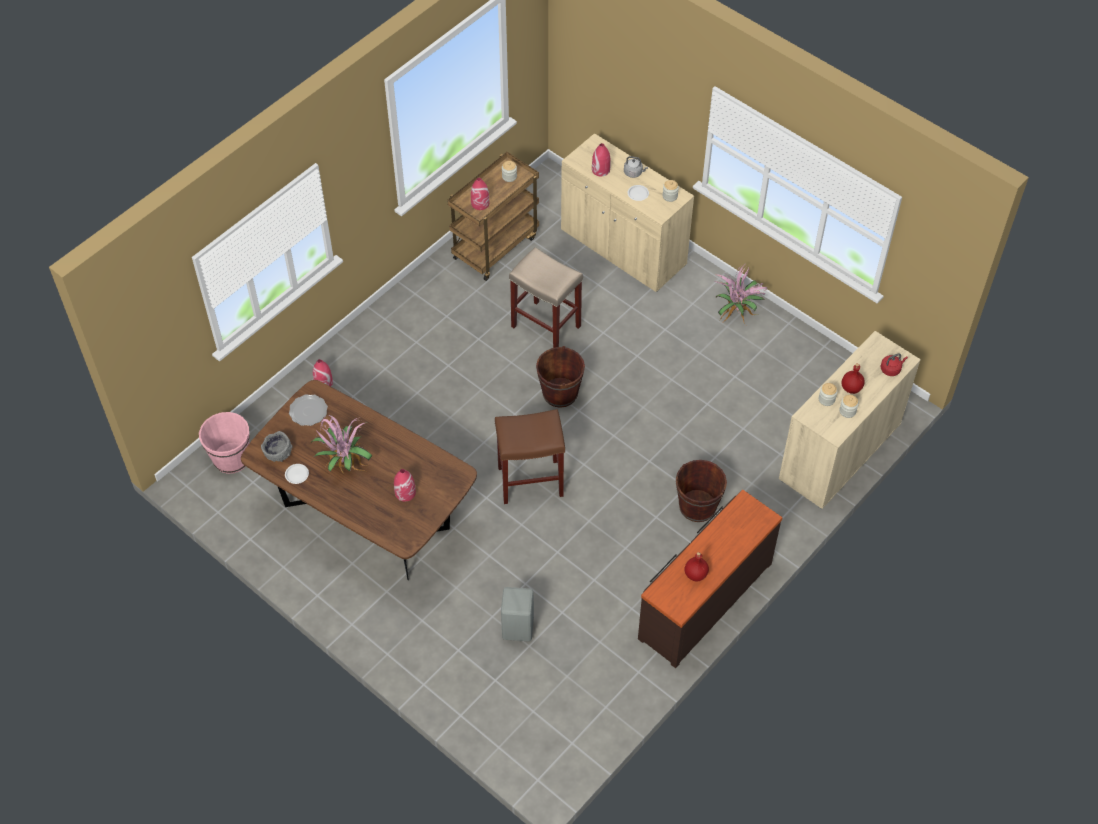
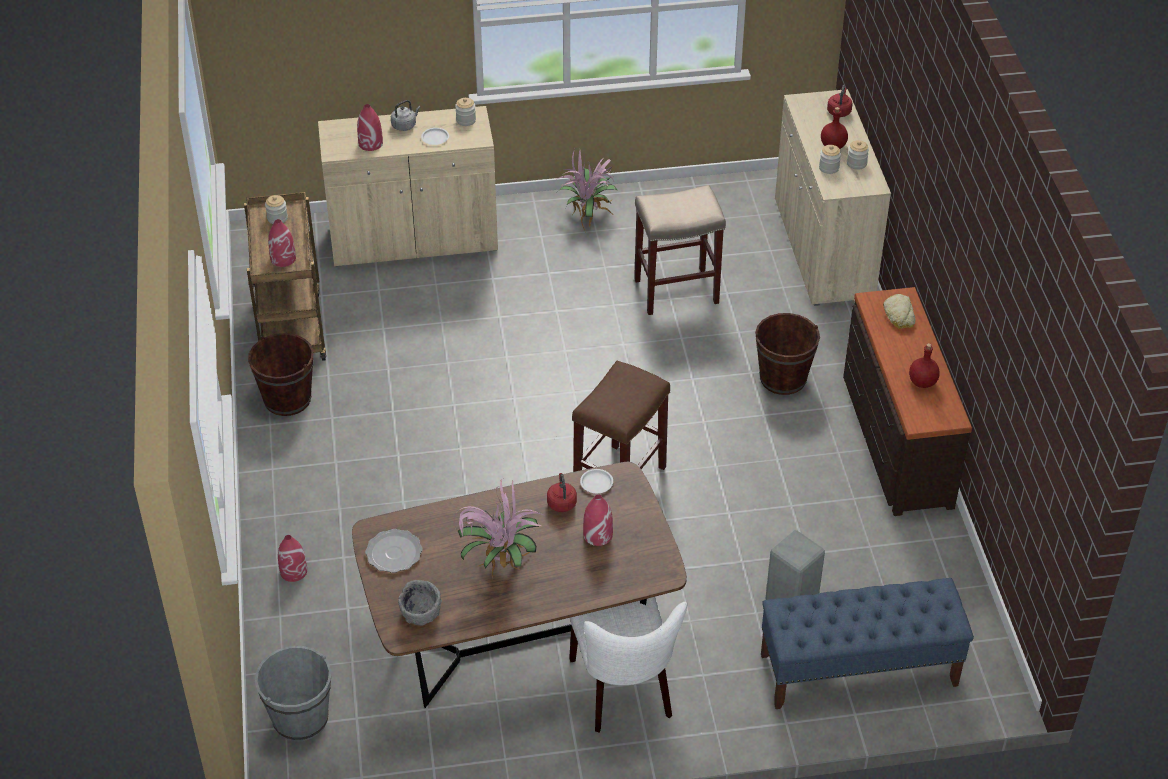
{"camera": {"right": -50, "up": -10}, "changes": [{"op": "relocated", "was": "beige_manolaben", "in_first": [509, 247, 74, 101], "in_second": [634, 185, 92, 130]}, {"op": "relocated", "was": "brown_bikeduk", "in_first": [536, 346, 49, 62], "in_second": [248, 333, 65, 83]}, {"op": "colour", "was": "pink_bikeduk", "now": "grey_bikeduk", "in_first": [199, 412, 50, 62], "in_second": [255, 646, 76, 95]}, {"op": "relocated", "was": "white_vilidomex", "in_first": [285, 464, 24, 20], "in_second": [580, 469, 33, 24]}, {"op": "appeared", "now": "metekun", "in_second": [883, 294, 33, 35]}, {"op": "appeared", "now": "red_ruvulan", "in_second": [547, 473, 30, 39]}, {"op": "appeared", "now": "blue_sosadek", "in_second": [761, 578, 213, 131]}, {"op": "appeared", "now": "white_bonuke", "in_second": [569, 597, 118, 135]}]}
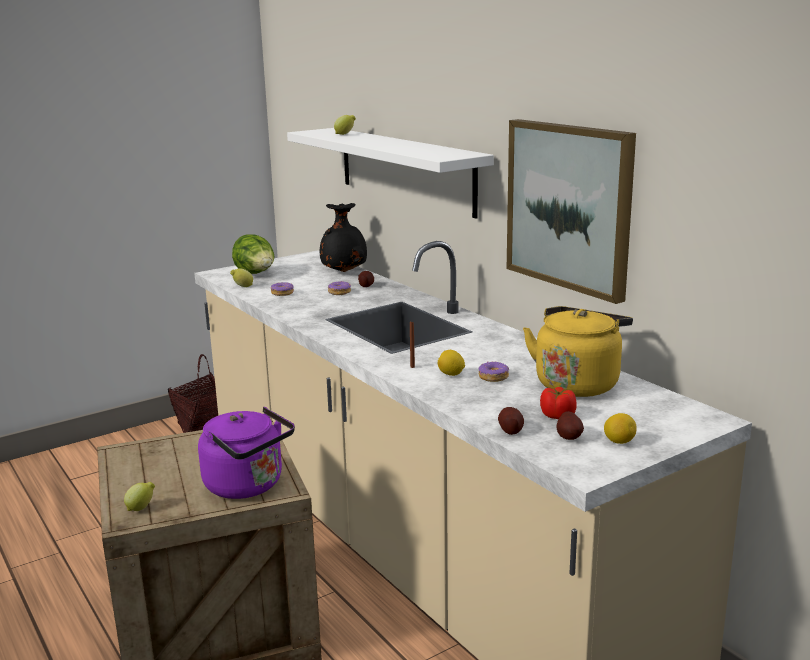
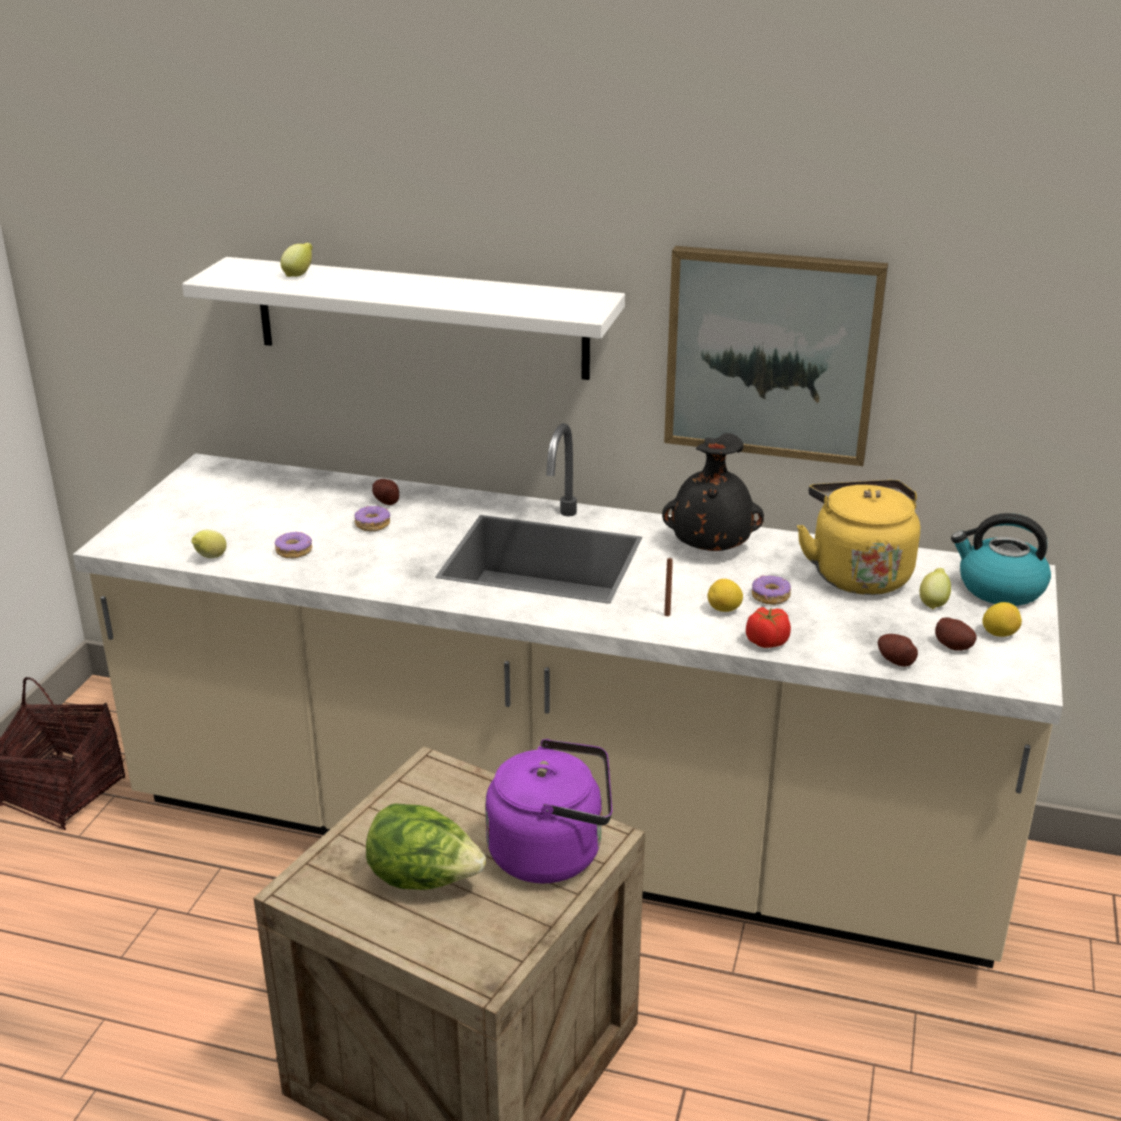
{"camera": {"right": -40, "up": 10}, "changes": [{"op": "relocated", "was": "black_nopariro", "in_first": [320, 203, 47, 69], "in_second": [662, 433, 102, 118]}, {"op": "relocated", "was": "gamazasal", "in_first": [232, 234, 43, 40], "in_second": [366, 803, 120, 87]}, {"op": "relocated", "was": "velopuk", "in_first": [540, 387, 37, 32], "in_second": [746, 607, 45, 41]}, {"op": "relocated", "was": "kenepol", "in_first": [124, 482, 31, 29], "in_second": [920, 568, 31, 41]}, {"op": "appeared", "now": "ruvulan", "in_second": [951, 513, 100, 93]}]}
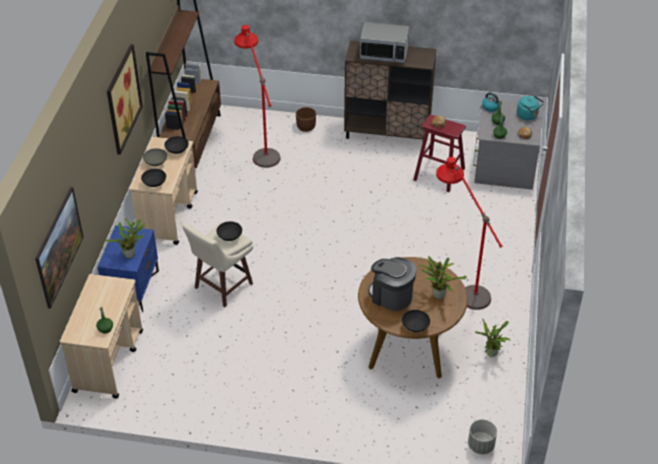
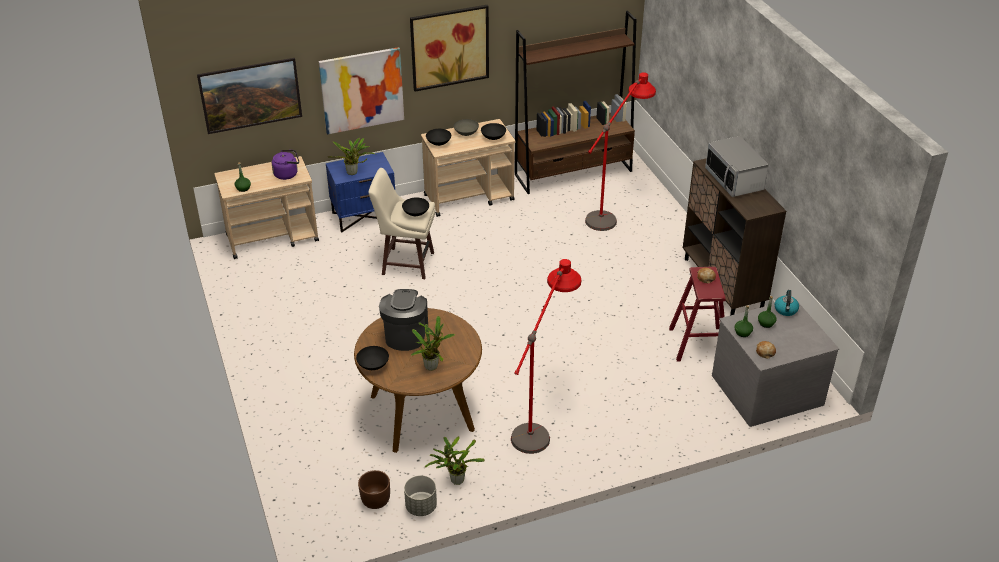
{"camera": {"right": 60, "up": -5}, "changes": [{"op": "missing", "was": "turquoise_ruvulan", "in_first": [517, 96, 27, 24]}, {"op": "relocated", "was": "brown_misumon", "in_first": [296, 107, 20, 25], "in_second": [358, 470, 32, 39]}, {"op": "relocated", "was": "grey_misumon", "in_first": [468, 419, 29, 35], "in_second": [404, 475, 33, 41]}, {"op": "appeared", "now": "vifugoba", "in_second": [319, 47, 85, 87]}, {"op": "appeared", "now": "purple_ruvulan", "in_second": [272, 150, 27, 30]}]}
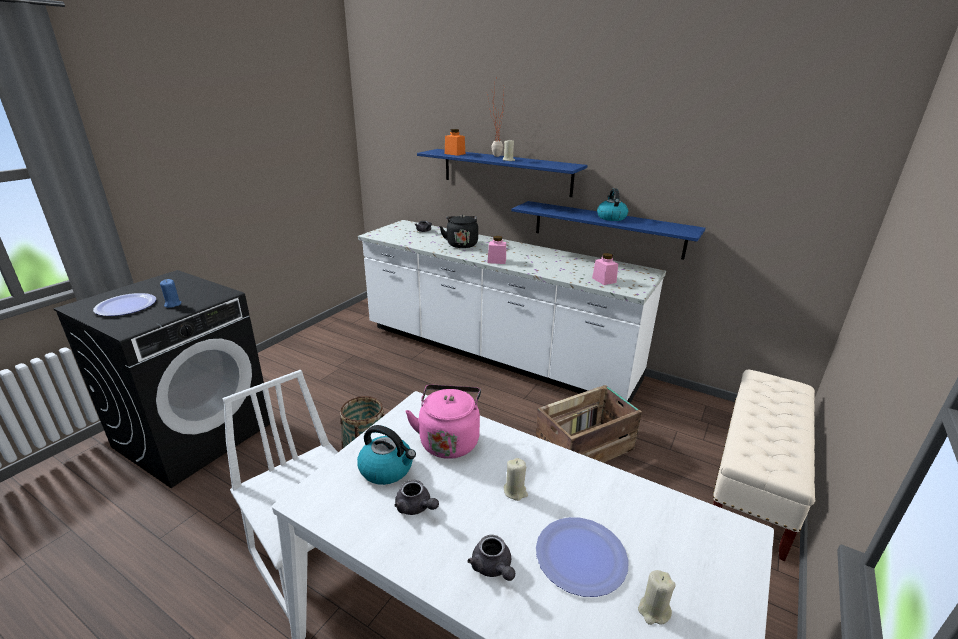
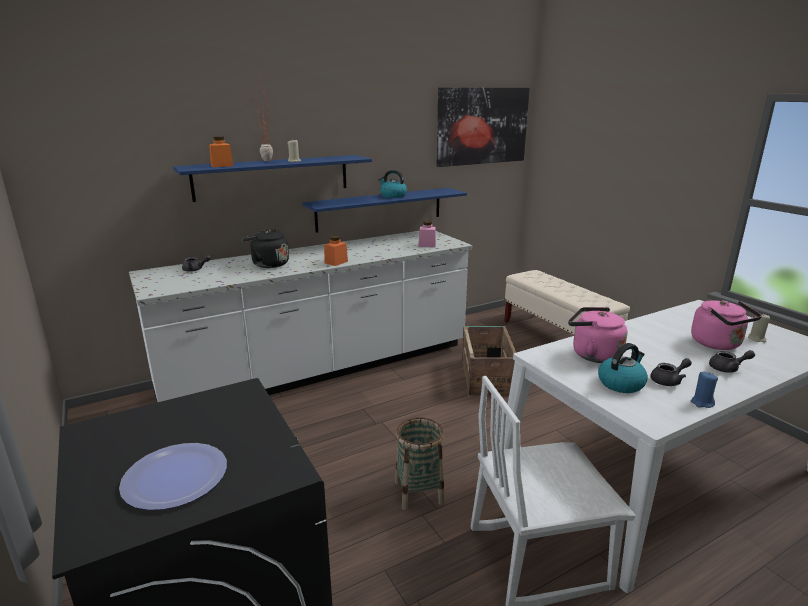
{"camera": {"right": -60, "up": -5}, "changes": [{"op": "colour", "was": "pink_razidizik", "now": "orange_razidizik", "in_first": [487, 236, 19, 28], "in_second": [324, 236, 24, 30]}, {"op": "relocated", "was": "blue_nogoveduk", "in_first": [160, 279, 21, 29], "in_second": [691, 372, 27, 36]}, {"op": "missing", "was": "beige_nogoveduk", "in_first": [504, 458, 24, 43]}, {"op": "exchanged", "was": "vilidomex", "now": "pink_ruvulan", "in_first": [536, 517, 93, 80], "in_second": [691, 300, 71, 50]}, {"op": "appeared", "now": "vifugoba", "in_second": [437, 88, 93, 79]}]}
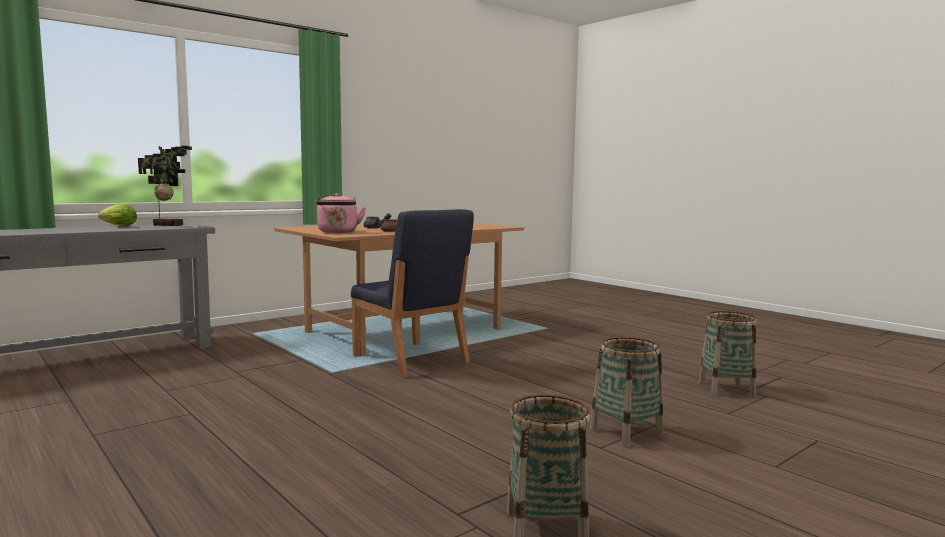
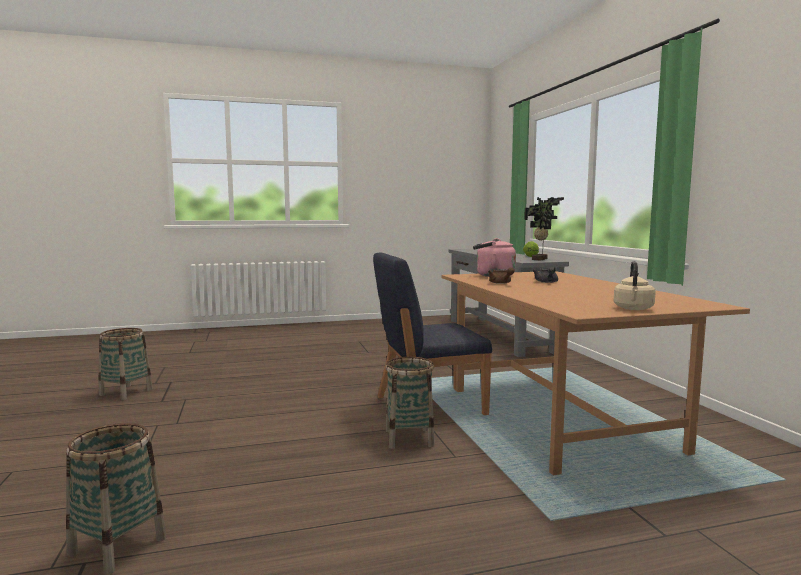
{"camera": {"right": 115, "up": 0}, "changes": [{"op": "relocated", "was": "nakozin", "in_first": [590, 337, 73, 110], "in_second": [385, 357, 50, 92]}, {"op": "appeared", "now": "beige_ruvulan", "in_second": [614, 261, 42, 49]}]}
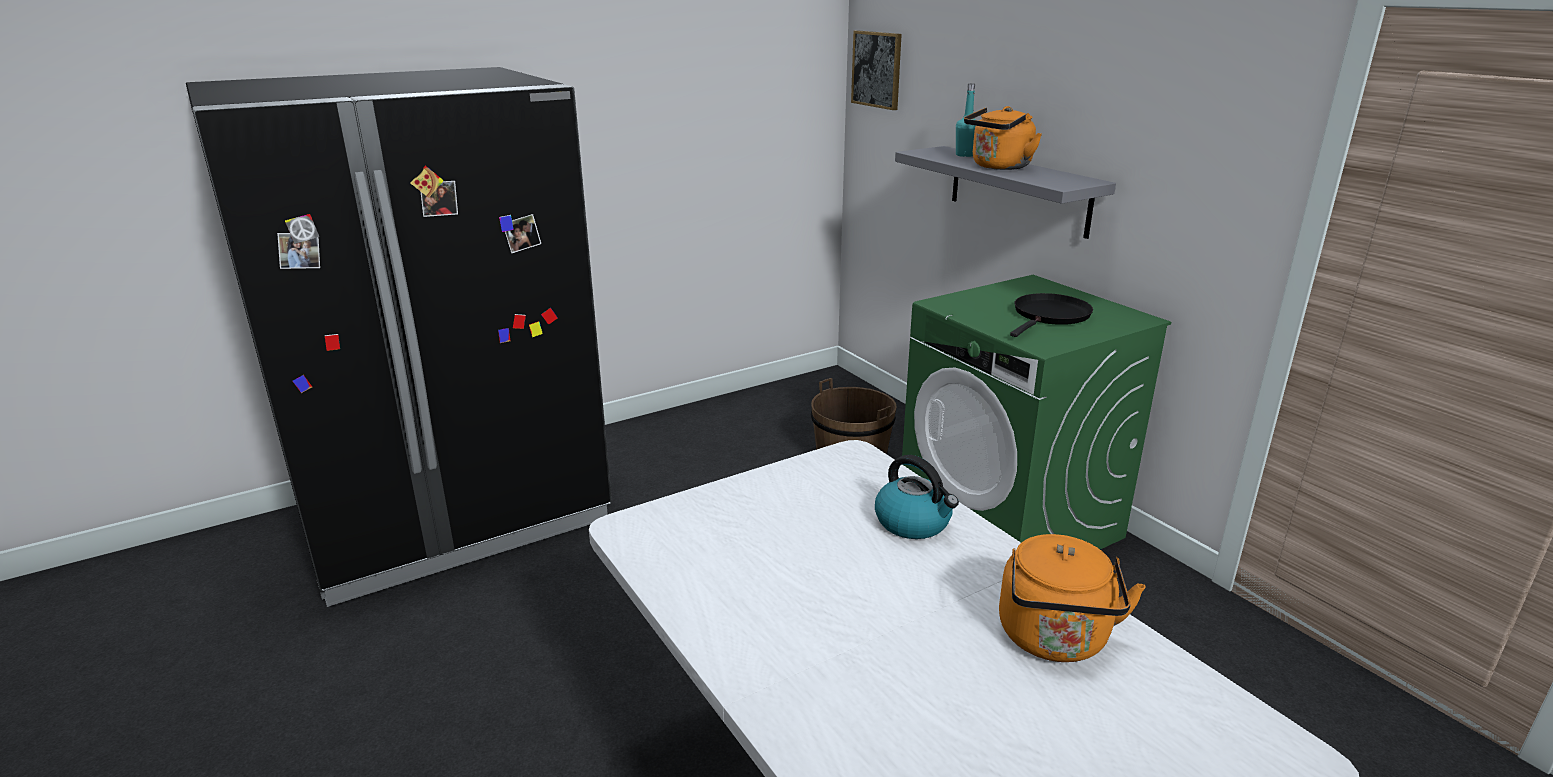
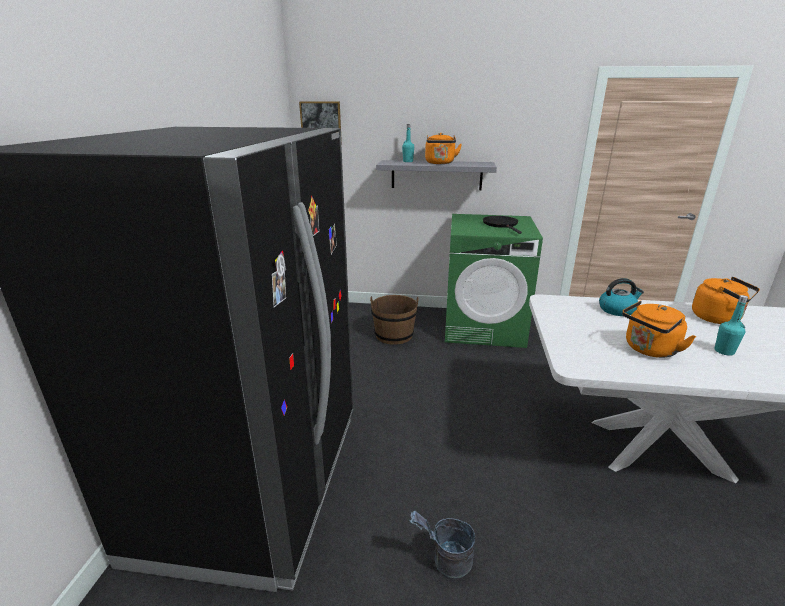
{"camera": {"right": -50, "up": 0}, "changes": [{"op": "appeared", "now": "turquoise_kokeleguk", "in_second": [714, 295, 34, 61]}, {"op": "appeared", "now": "orange_ruvulan", "in_second": [622, 300, 74, 58]}, {"op": "appeared", "now": "grey_bikeduk", "in_second": [409, 511, 66, 67]}]}
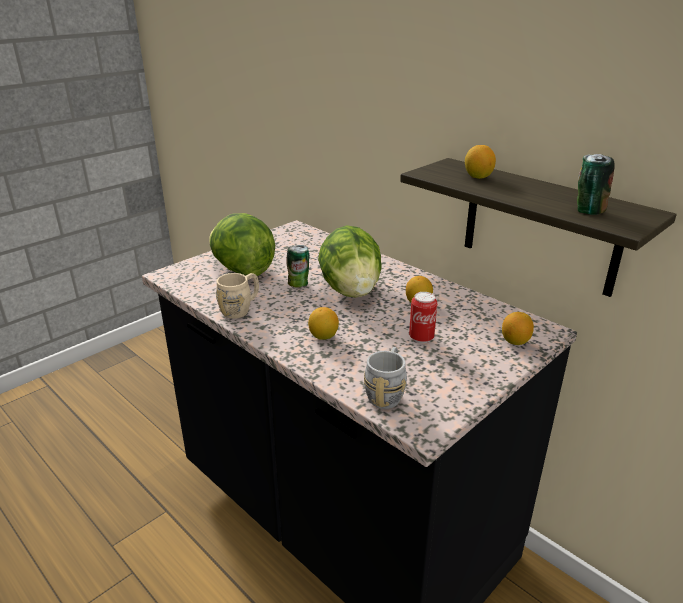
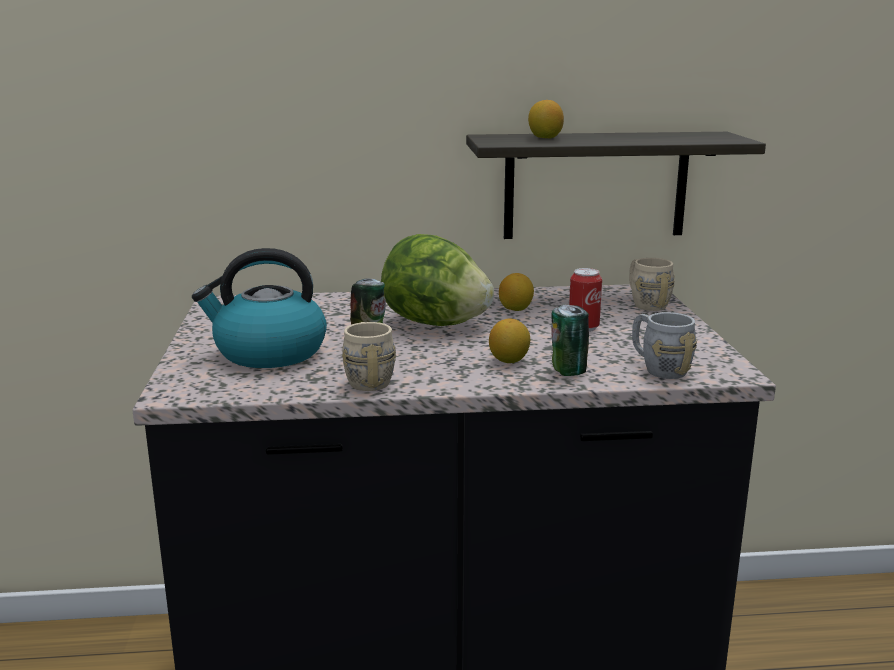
{"camera": {"right": -50, "up": -10}, "changes": [{"op": "relocated", "was": "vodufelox", "in_first": [577, 154, 38, 61], "in_second": [551, 305, 38, 71]}, {"op": "exchanged", "was": "gamazasal", "now": "ruvulan", "in_first": [209, 213, 66, 63], "in_second": [192, 248, 135, 120]}, {"op": "exchanged", "was": "kenepol", "now": "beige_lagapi", "in_first": [502, 312, 32, 33], "in_second": [629, 258, 46, 53]}]}
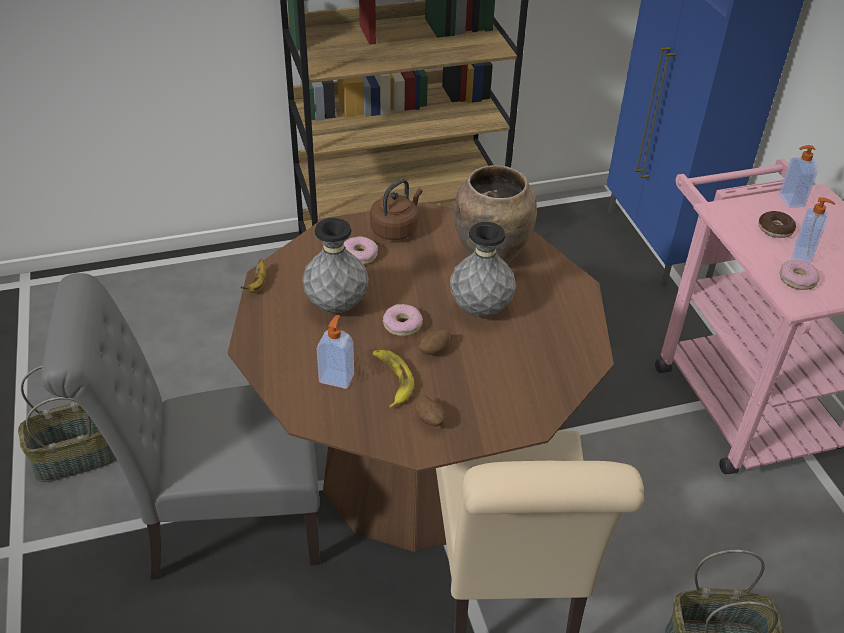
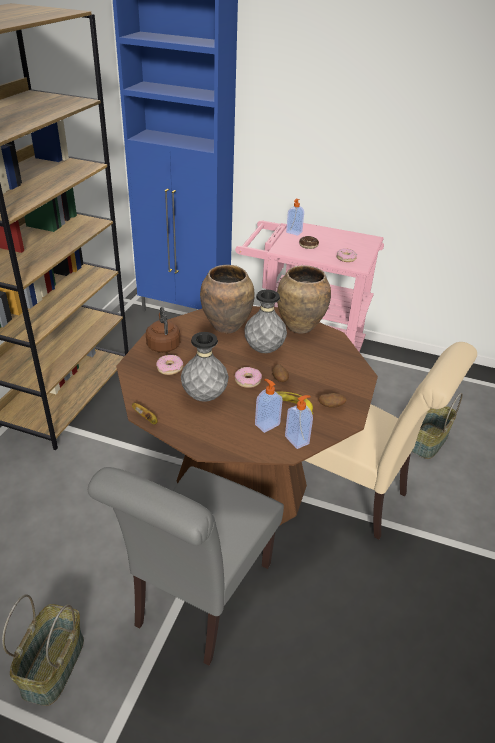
{"camera": {"right": -55, "up": -5}, "changes": [{"op": "relocated", "was": "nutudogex", "in_first": [792, 197, 43, 67], "in_second": [285, 395, 28, 54]}, {"op": "appeared", "now": "brown_nopariro", "in_second": [277, 265, 54, 69]}]}
